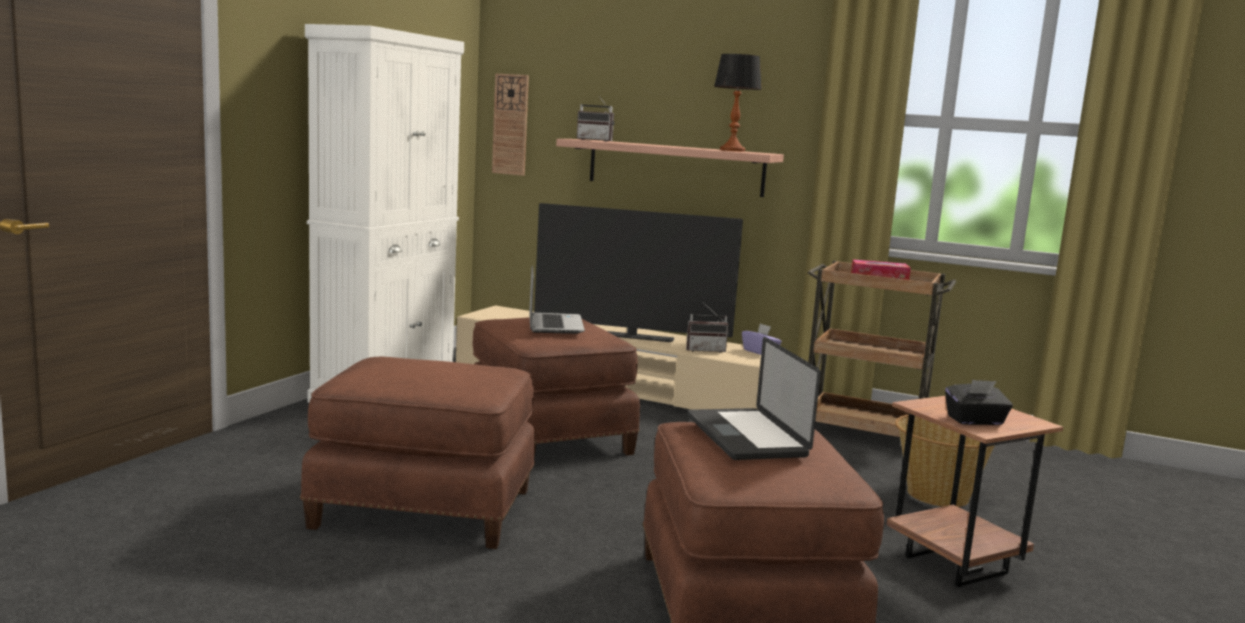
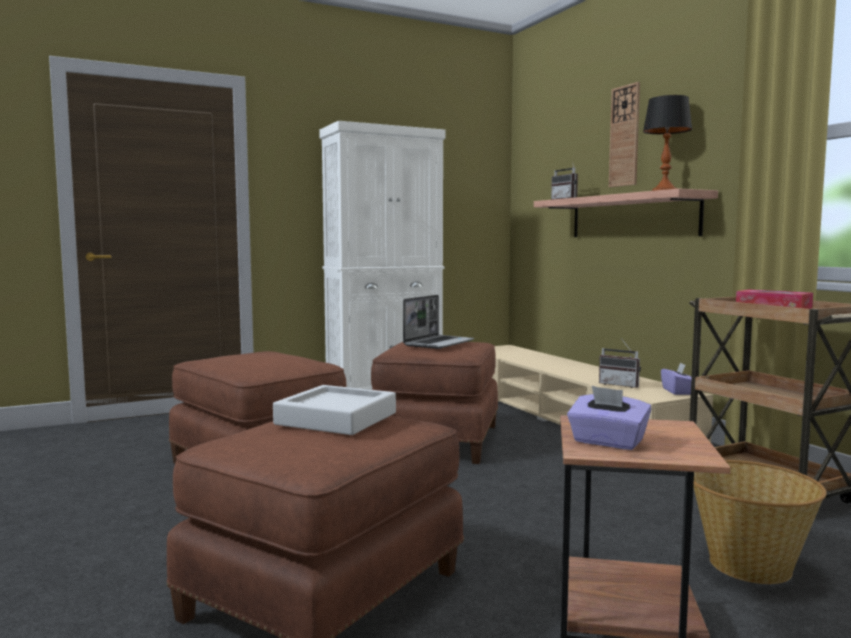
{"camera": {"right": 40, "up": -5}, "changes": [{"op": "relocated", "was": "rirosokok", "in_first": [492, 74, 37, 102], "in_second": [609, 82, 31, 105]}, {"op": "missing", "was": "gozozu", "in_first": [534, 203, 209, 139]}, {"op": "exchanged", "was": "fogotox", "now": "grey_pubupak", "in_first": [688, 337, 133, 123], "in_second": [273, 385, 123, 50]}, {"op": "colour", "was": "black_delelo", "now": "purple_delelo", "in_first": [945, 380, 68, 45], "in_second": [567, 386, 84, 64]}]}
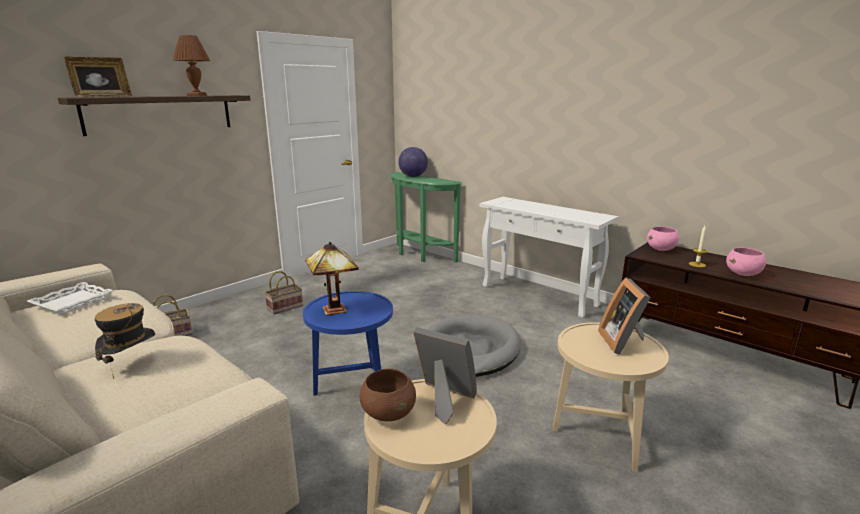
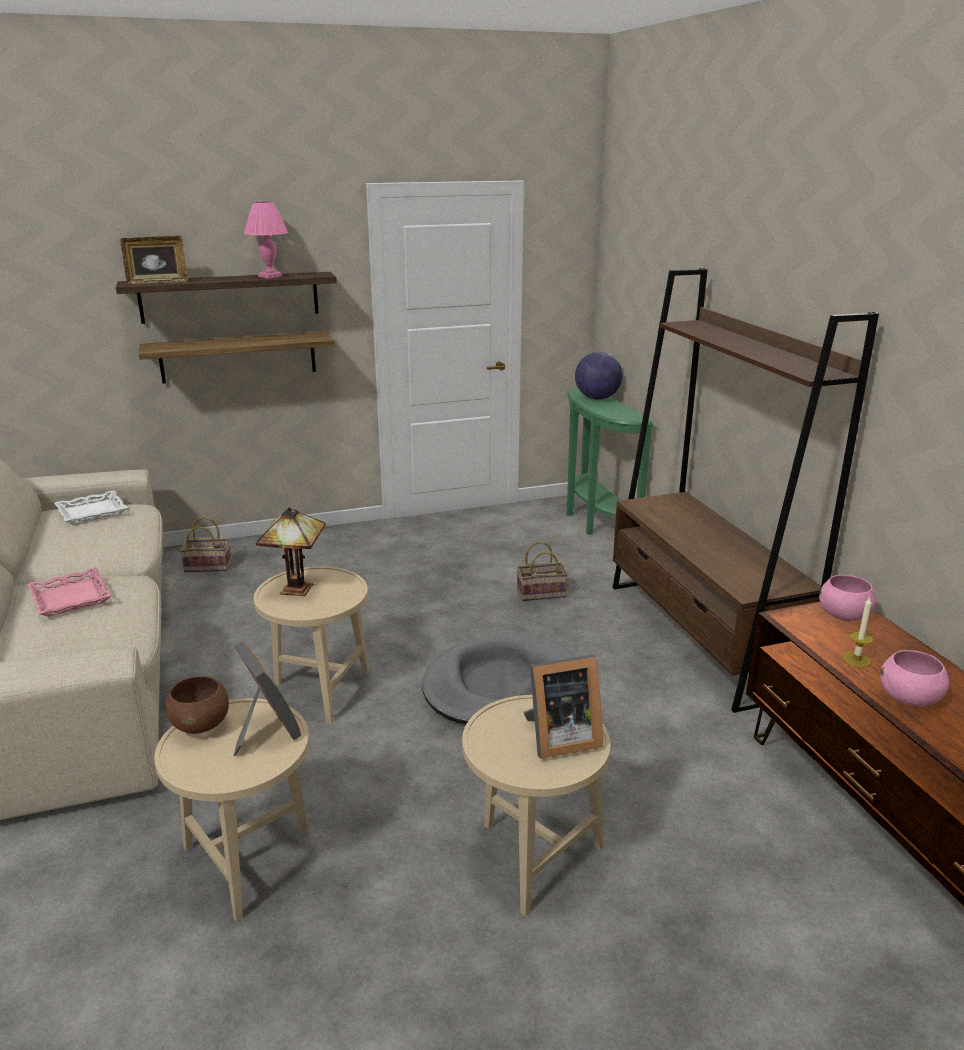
{"camera": {"right": 30, "up": 5}, "changes": [{"op": "colour", "was": "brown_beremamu", "now": "pink_beremamu", "in_first": [173, 35, 37, 61], "in_second": [244, 202, 44, 76]}, {"op": "exchanged", "was": "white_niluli", "now": "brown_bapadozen", "in_first": [480, 197, 139, 121], "in_second": [613, 268, 266, 445]}, {"op": "relocated", "was": "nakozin", "in_first": [264, 271, 39, 43], "in_second": [517, 541, 51, 60]}, {"op": "spun", "was": "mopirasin", "in_first": [598, 277, 53, 78], "in_second": [524, 655, 79, 104], "clockwise": -135}, {"op": "colour", "was": "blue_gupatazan", "now": "beige_gupatazan", "in_first": [303, 291, 90, 105], "in_second": [254, 566, 115, 158]}, {"op": "exchanged", "was": "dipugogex", "now": "pink_pubupak", "in_first": [95, 303, 60, 76], "in_second": [28, 568, 84, 49]}, {"op": "appeared", "now": "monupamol", "in_second": [139, 332, 196, 52]}]}
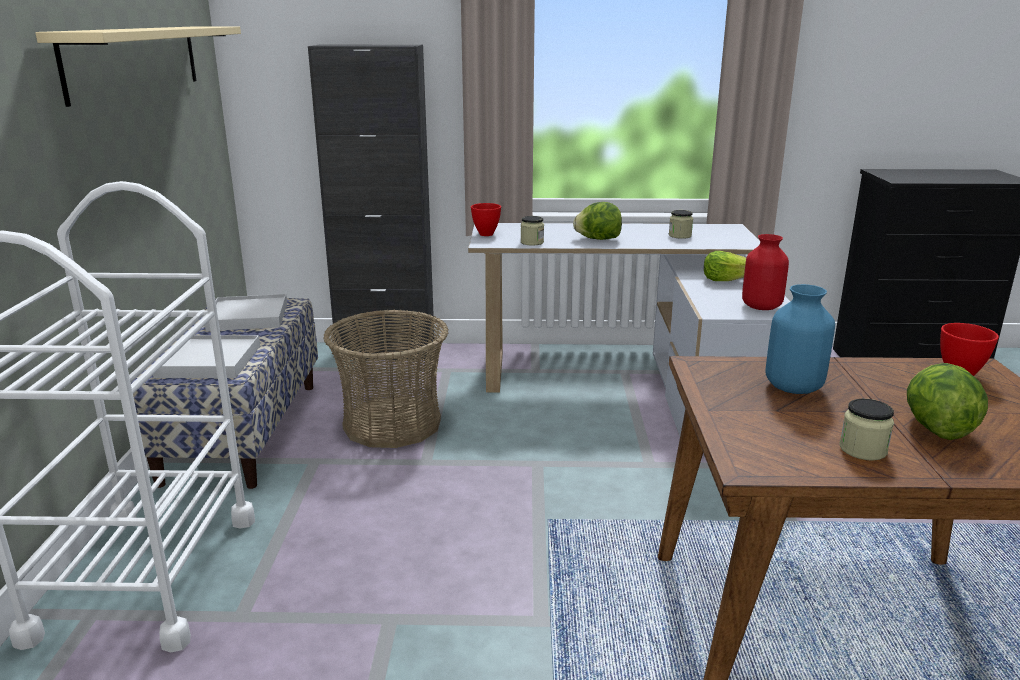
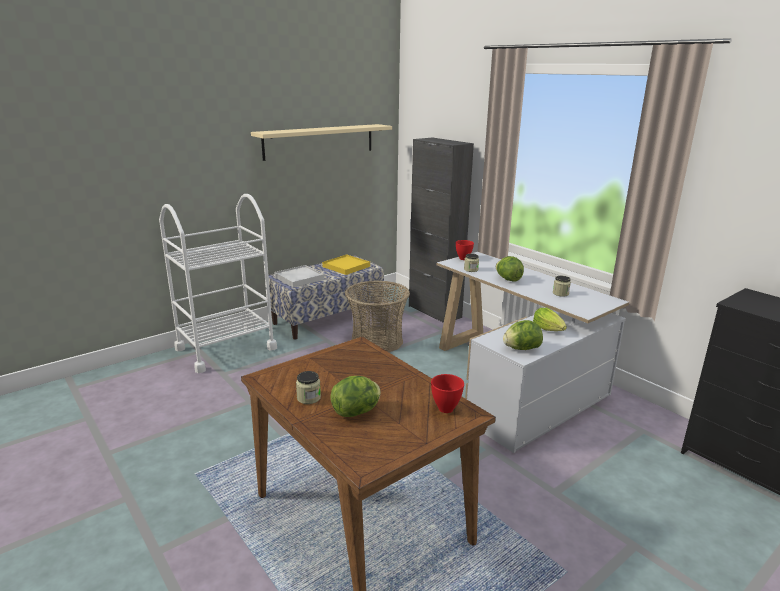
{"camera": {"right": 50, "up": 0}, "changes": [{"op": "exchanged", "was": "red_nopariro", "now": "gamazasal", "in_first": [742, 234, 47, 76], "in_second": [503, 320, 40, 30]}, {"op": "missing", "was": "blue_nopariro", "in_first": [765, 284, 70, 110]}, {"op": "colour", "was": "white_pubupak", "now": "yellow_pubupak", "in_first": [205, 294, 82, 37], "in_second": [322, 254, 48, 21]}]}
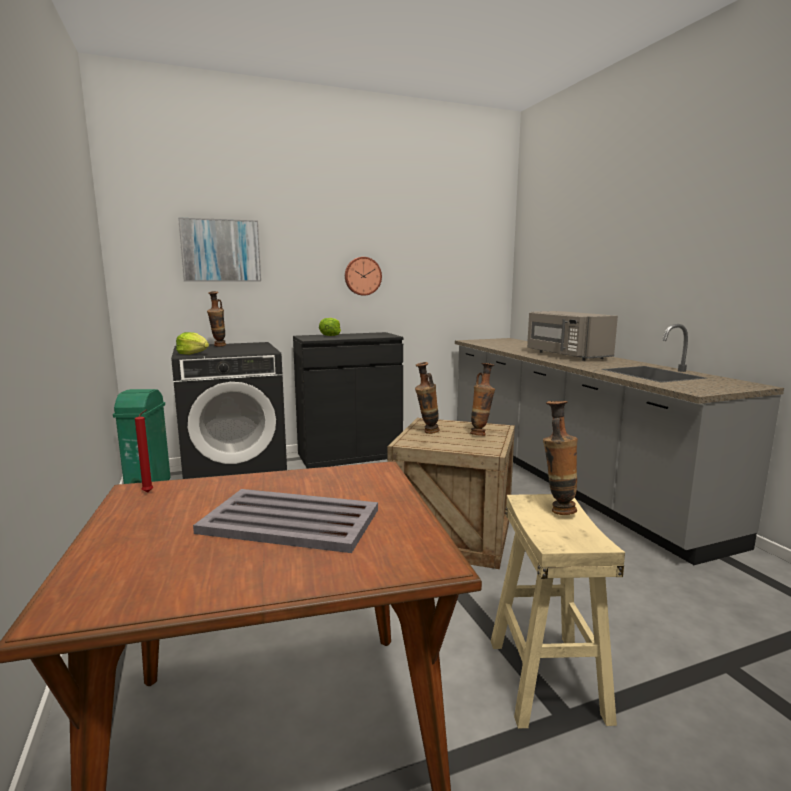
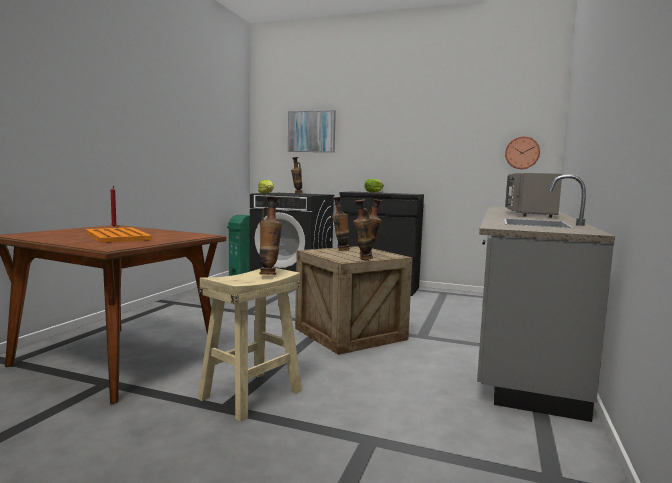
{"camera": {"right": 40, "up": -5}, "changes": [{"op": "relocated", "was": "rirosokok", "in_first": [345, 257, 37, 39], "in_second": [505, 136, 35, 33]}, {"op": "colour", "was": "grey_pubupak", "now": "orange_pubupak", "in_first": [193, 489, 185, 64], "in_second": [86, 227, 66, 16]}, {"op": "appeared", "now": "nopariro", "in_second": [353, 199, 20, 61]}]}
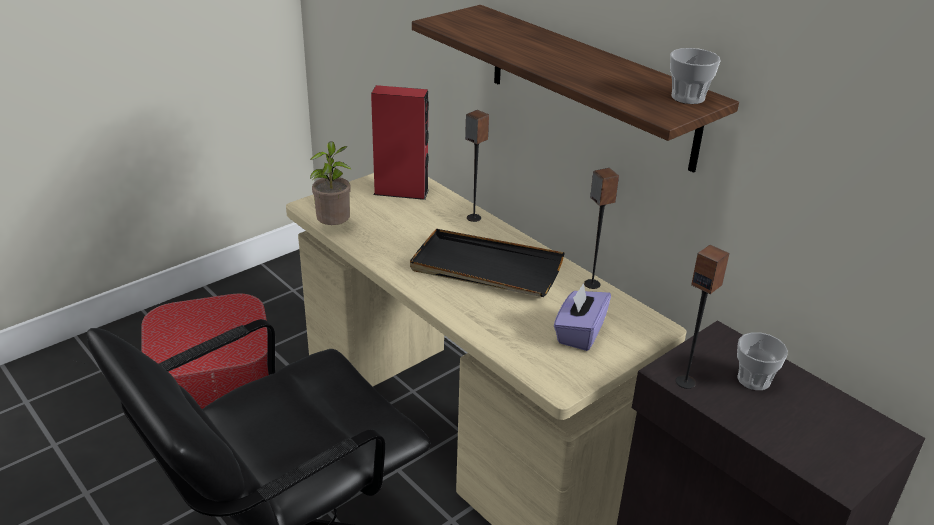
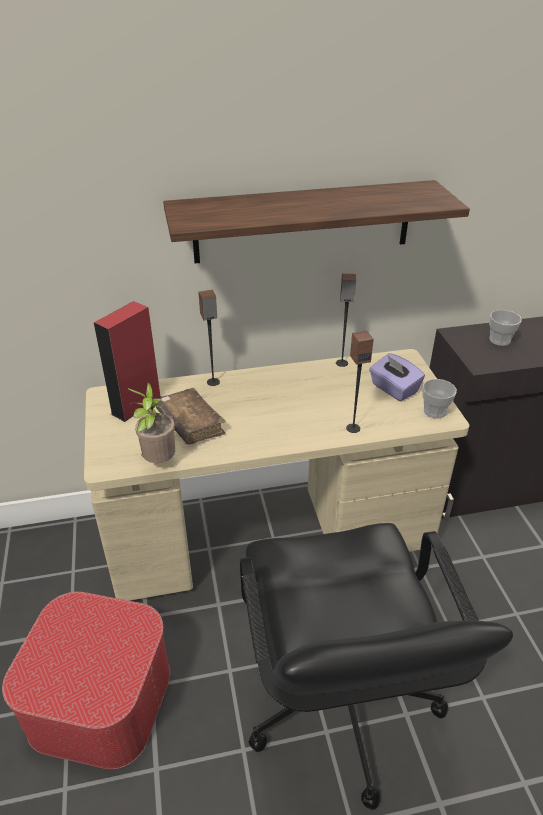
{"camera": {"right": -60, "up": 5}, "changes": [{"op": "relocated", "was": "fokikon", "in_first": [670, 48, 51, 56], "in_second": [422, 379, 35, 40]}, {"op": "missing", "was": "black_pubupak", "in_first": [410, 229, 155, 68]}, {"op": "relocated", "was": "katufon", "in_first": [676, 245, 54, 144], "in_second": [346, 331, 28, 102]}, {"op": "appeared", "now": "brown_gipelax", "in_second": [156, 388, 70, 57]}]}
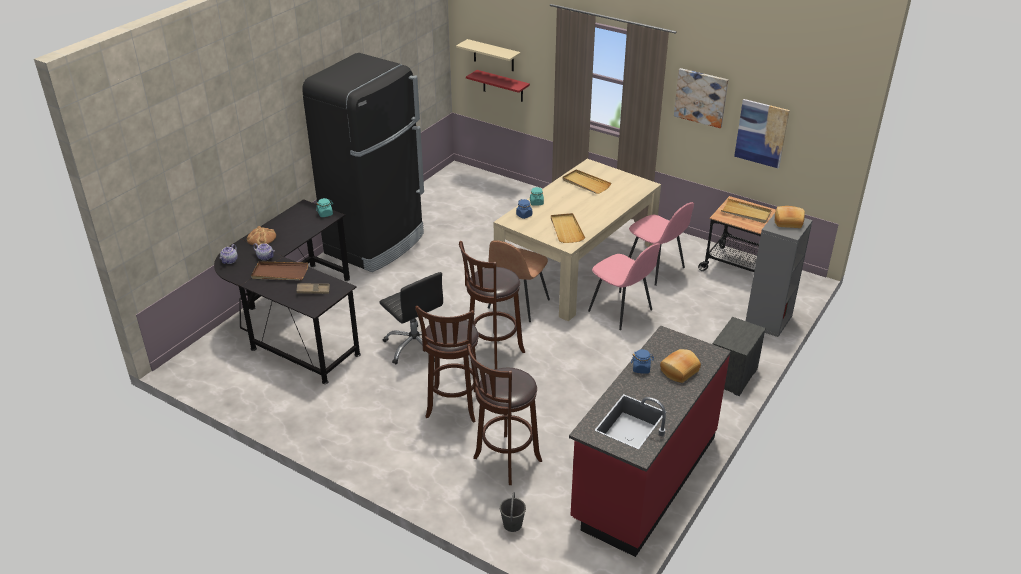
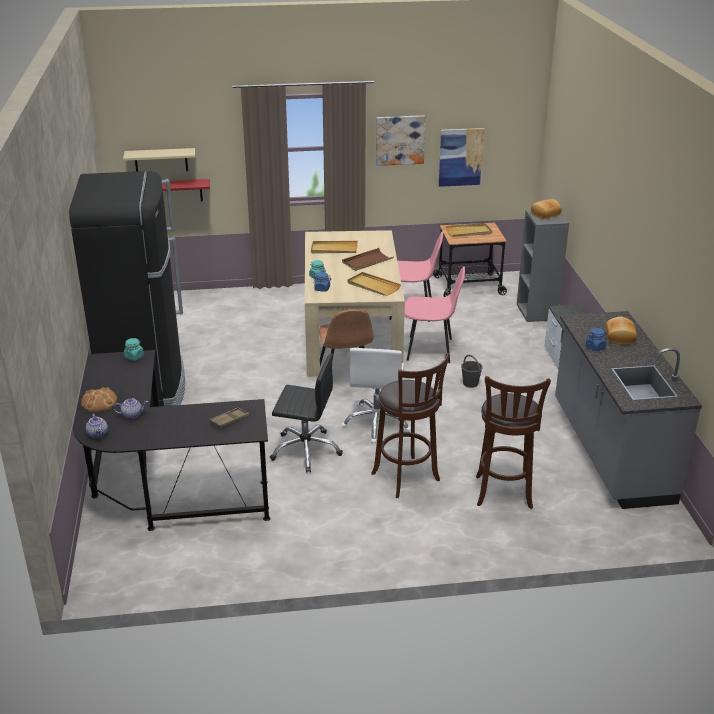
{"camera": {"right": -40, "up": -5}, "changes": [{"op": "exchanged", "was": "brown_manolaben", "now": "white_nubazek", "in_first": [459, 241, 66, 128], "in_second": [341, 348, 70, 95]}, {"op": "relocated", "was": "brown_pubupak", "in_first": [251, 261, 57, 19], "in_second": [342, 248, 52, 23]}, {"op": "colour", "was": "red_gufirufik", "now": "grey_gufirufik", "in_first": [569, 325, 162, 232], "in_second": [555, 311, 147, 198]}, {"op": "relocated", "was": "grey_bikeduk", "in_first": [500, 492, 26, 40], "in_second": [461, 355, 22, 33]}]}
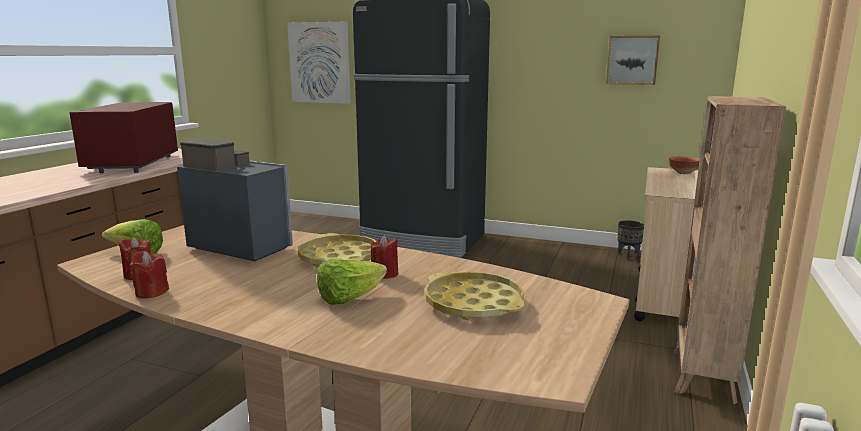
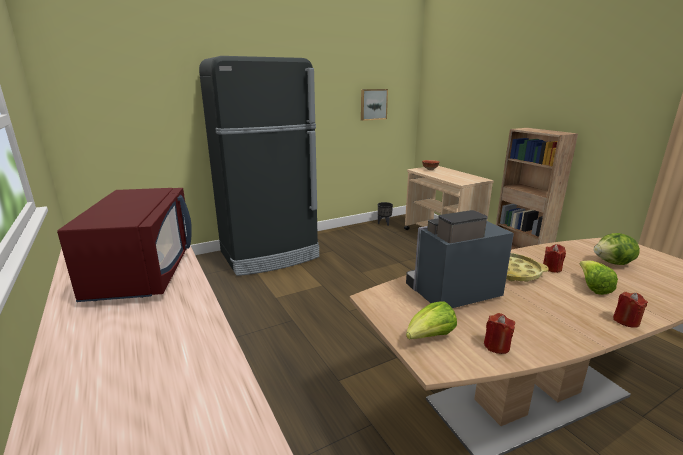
{"camera": {"right": -50, "up": 5}, "changes": [{"op": "missing", "was": "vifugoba", "in_first": [287, 22, 64, 82]}, {"op": "spun", "was": "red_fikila", "in_first": [69, 102, 109, 71], "in_second": [57, 188, 135, 114], "clockwise": -135}, {"op": "relocated", "was": "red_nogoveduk", "in_first": [129, 251, 40, 47], "in_second": [613, 292, 35, 36]}, {"op": "exchanged", "was": "yellow_pubupak", "now": "gamazasal", "in_first": [425, 272, 100, 48], "in_second": [594, 233, 46, 32]}]}
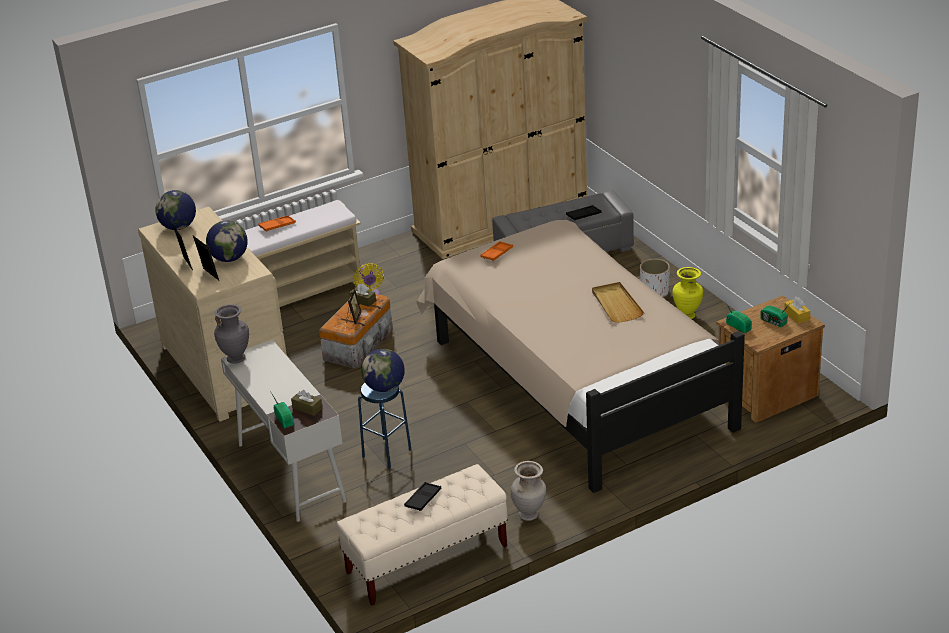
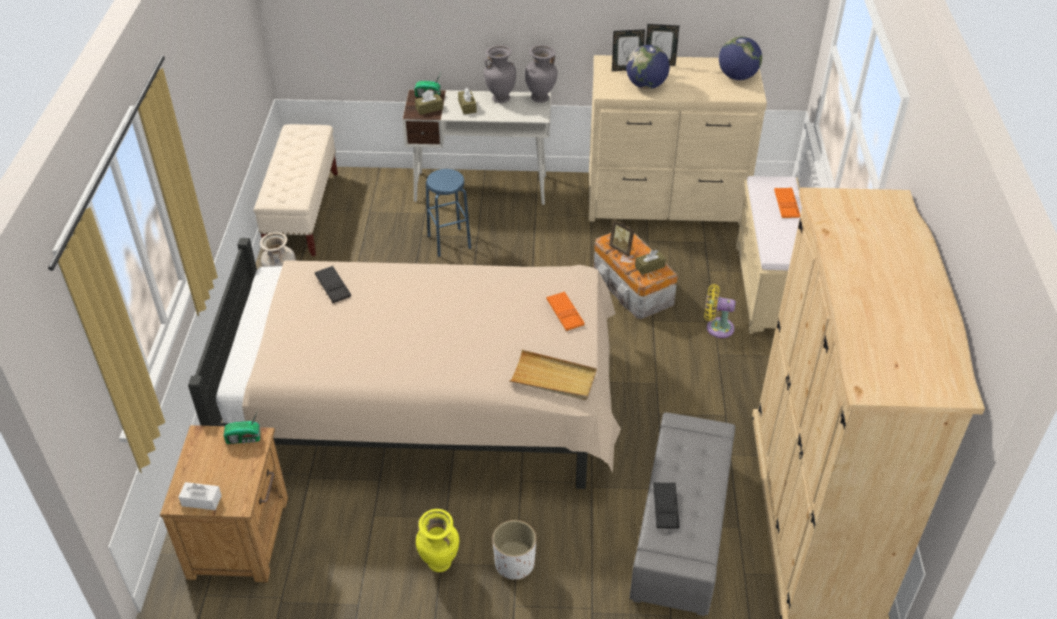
{"camera": {"right": 120, "up": 10}, "changes": [{"op": "relocated", "was": "beige_pubupak", "in_first": [592, 282, 52, 41], "in_second": [509, 350, 88, 50]}, {"op": "colour", "was": "yellow_delelo", "now": "white_delelo", "in_first": [784, 297, 26, 27], "in_second": [179, 482, 43, 28]}, {"op": "missing", "was": "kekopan", "in_first": [761, 306, 27, 21]}, {"op": "missing", "was": "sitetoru", "in_first": [361, 349, 44, 43]}, {"op": "relocated", "was": "black_pubupak", "in_first": [404, 482, 38, 29], "in_second": [315, 266, 36, 37]}, {"op": "appeared", "now": "grey_nopariro", "in_second": [484, 45, 32, 58]}, {"op": "appeared", "now": "brown_delelo", "in_second": [458, 88, 19, 26]}]}
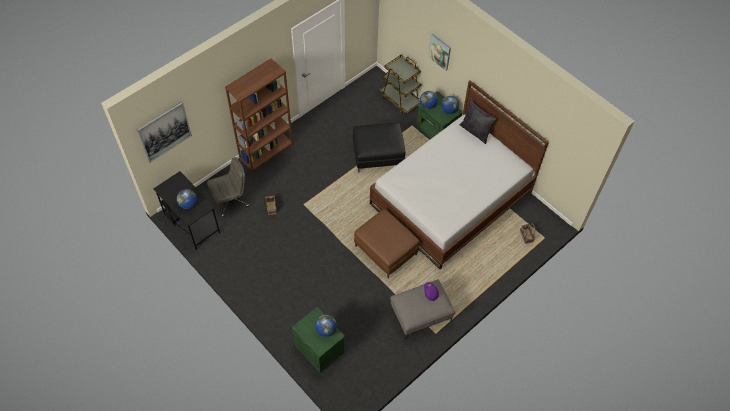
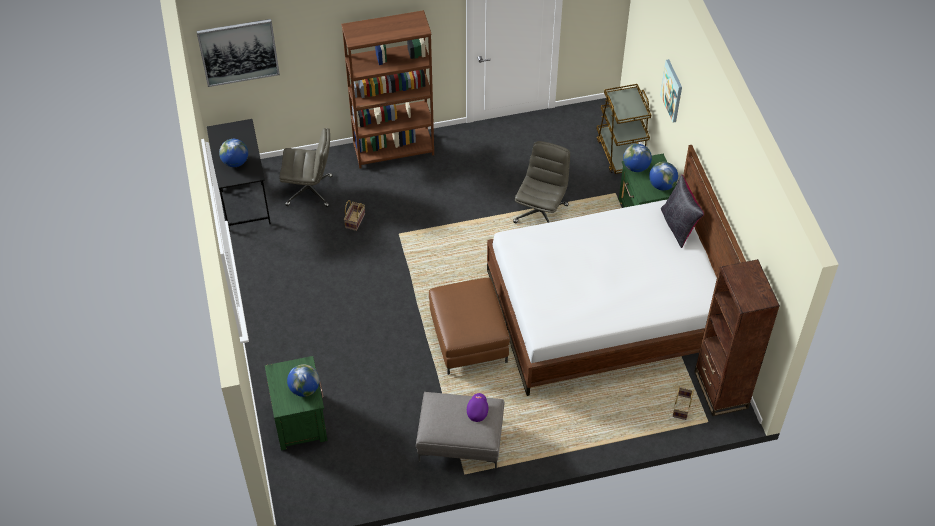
{"camera": {"right": 30, "up": -5}, "changes": [{"op": "exchanged", "was": "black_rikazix", "now": "grey_nubazek", "in_first": [353, 123, 52, 49], "in_second": [513, 141, 57, 82]}, {"op": "appeared", "now": "brown_bapadozen", "in_second": [694, 259, 86, 157]}]}
